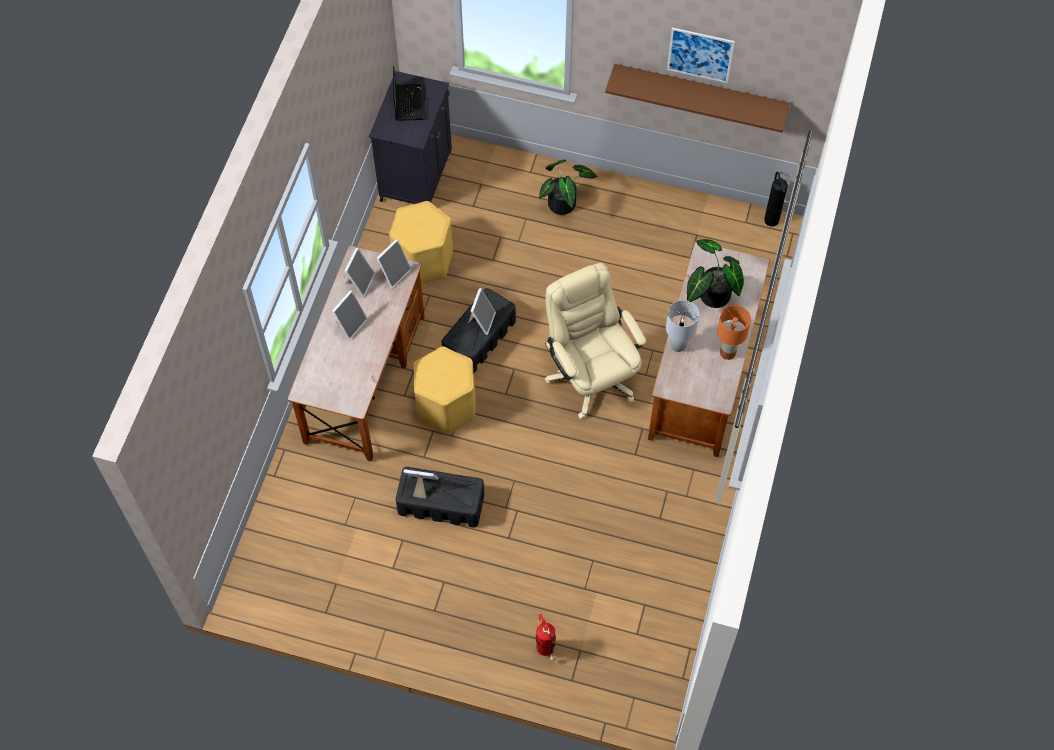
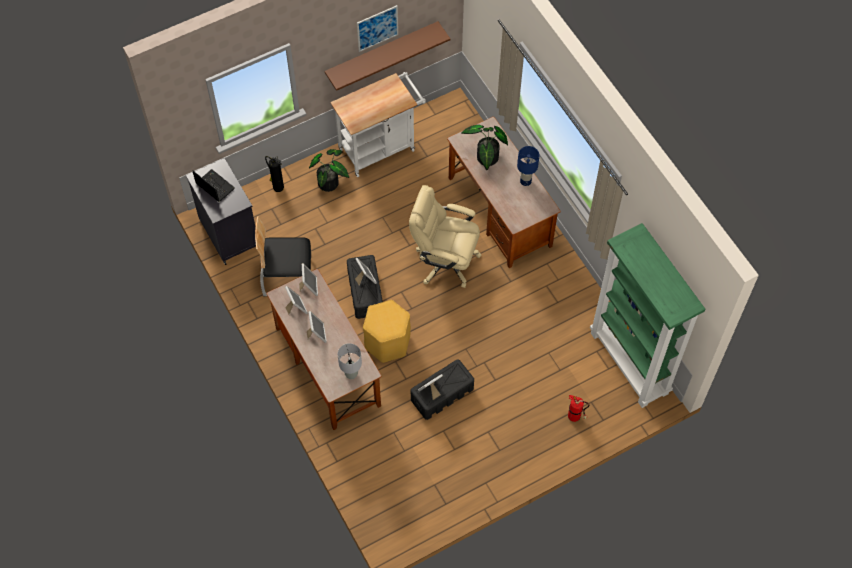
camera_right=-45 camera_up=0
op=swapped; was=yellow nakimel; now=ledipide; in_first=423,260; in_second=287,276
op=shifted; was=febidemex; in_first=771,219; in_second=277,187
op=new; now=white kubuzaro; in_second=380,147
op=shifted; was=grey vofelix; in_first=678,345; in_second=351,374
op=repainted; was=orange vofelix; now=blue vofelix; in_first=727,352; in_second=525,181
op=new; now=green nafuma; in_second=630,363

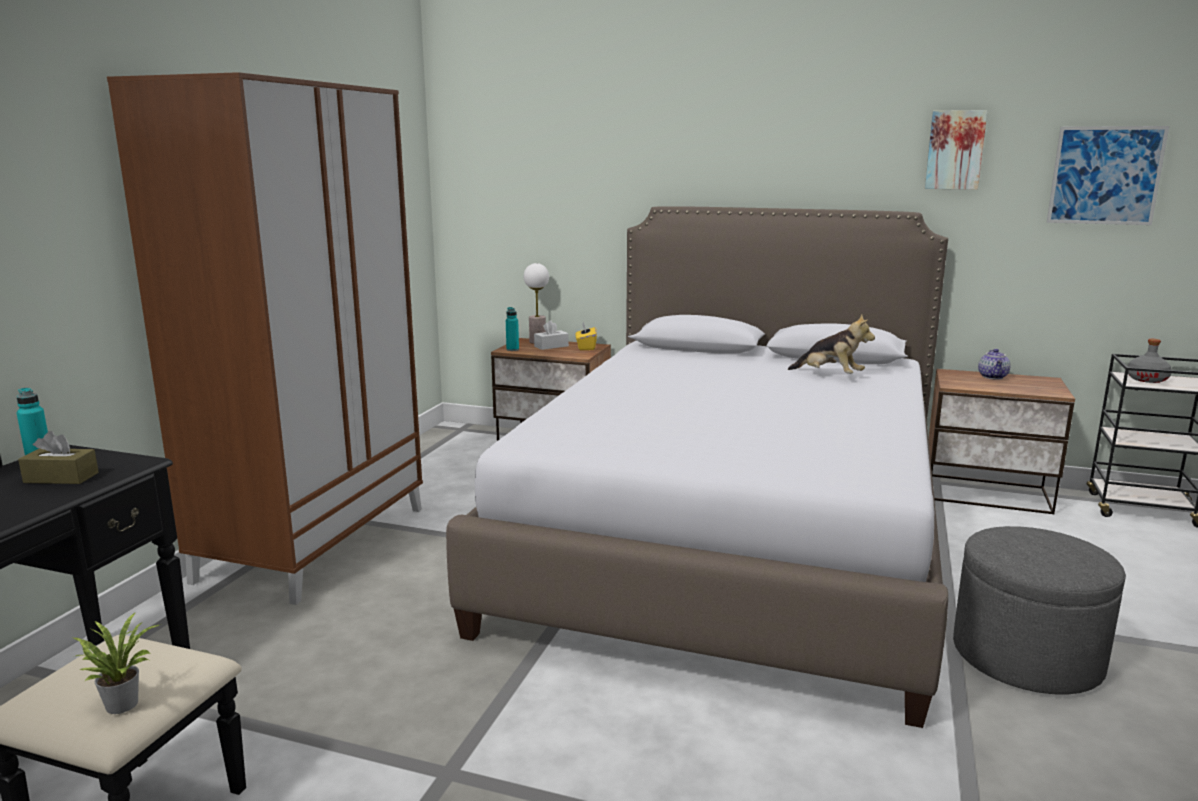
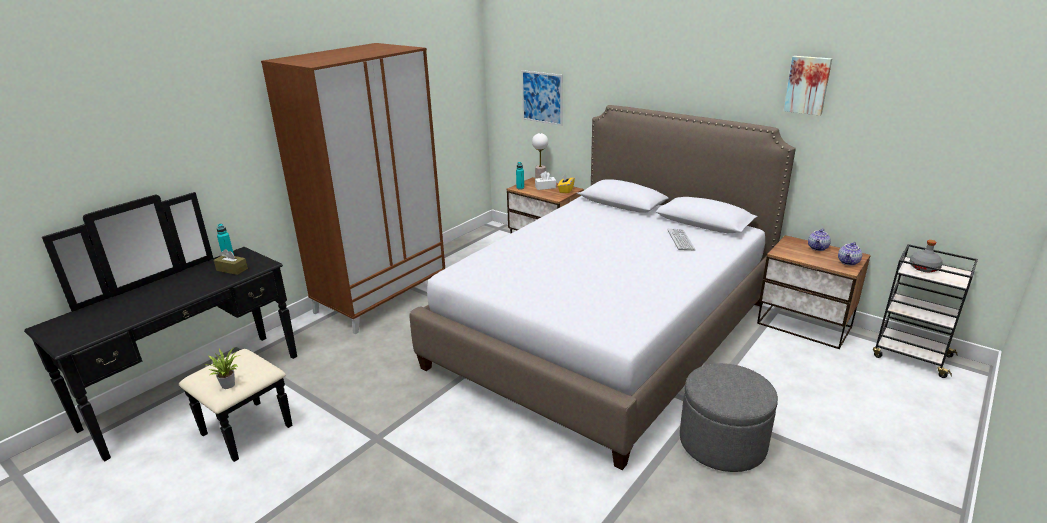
camera_right=20 camera_up=10
op=shifted; was=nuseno; in_first=1105,175; in_second=542,97
op=swapped; was=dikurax; now=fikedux; in_first=830,376; in_second=681,240
op=new; now=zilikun; in_second=848,262

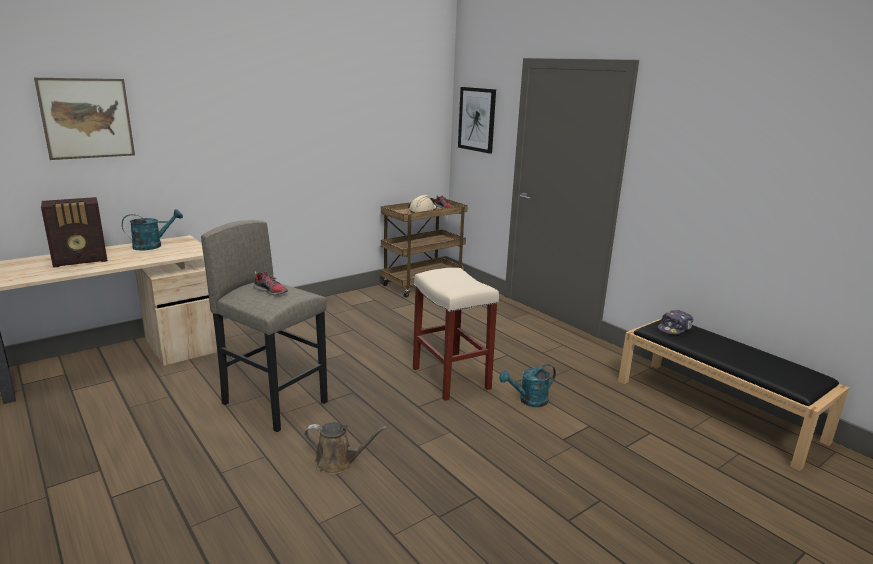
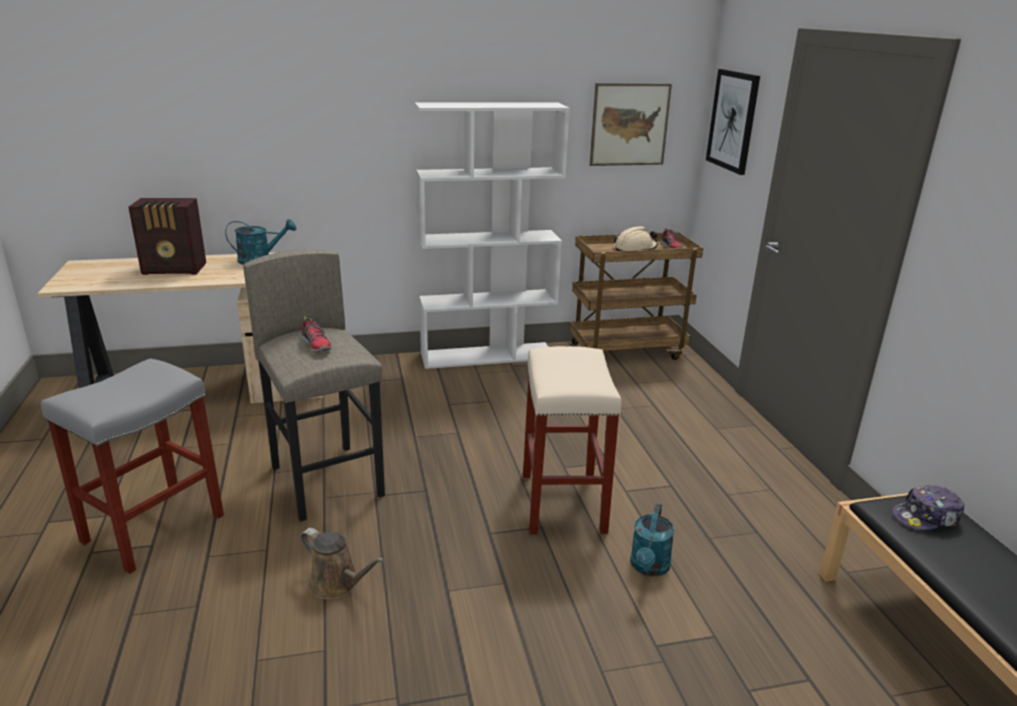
camera_right=25 camera_up=5
op=new; now=grey nakimel; in_second=154,527
op=new; now=white nafuma; in_second=488,355
op=shifted; was=nuseno; in_first=87,118; in_second=629,124
op=rotated; was=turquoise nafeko; in_first=528,401; in_second=649,568; clockwise=-75

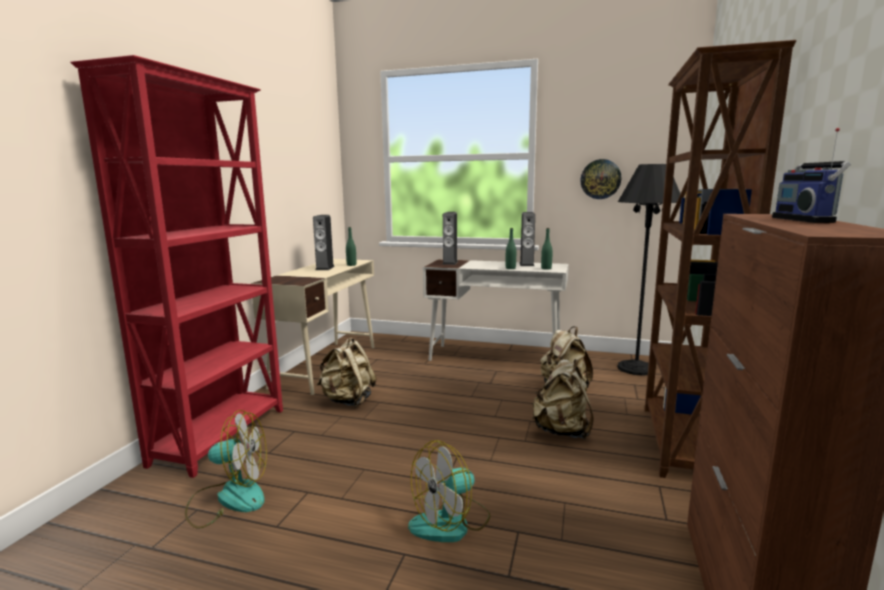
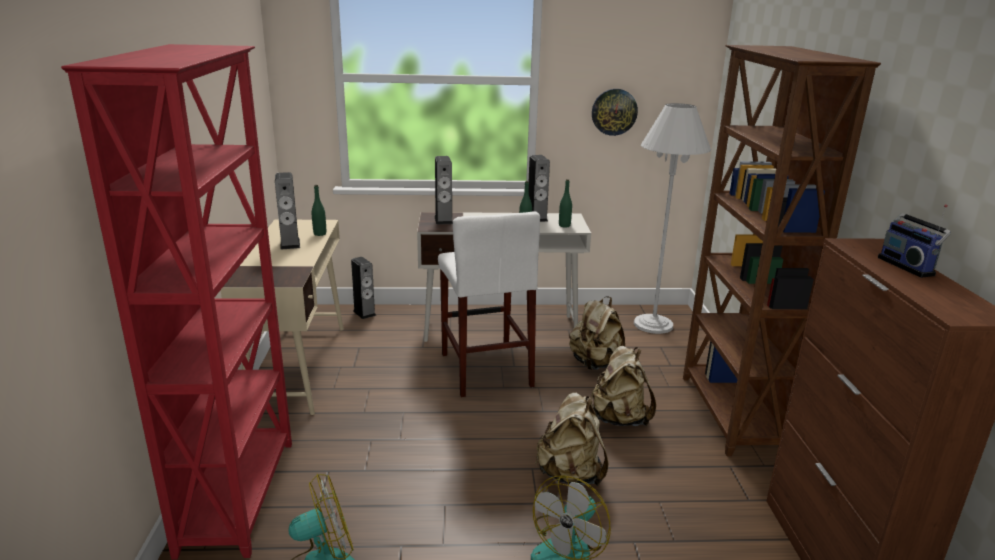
camera_right=-20 camera_up=10
op=new; now=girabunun; in_second=364,313
op=new; now=white nakimel; in_second=486,369
op=shifted; was=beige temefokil; in_first=348,400; in_second=570,474
op=repainted; was=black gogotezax; now=white gogotezax; in_first=636,368; in_second=653,324

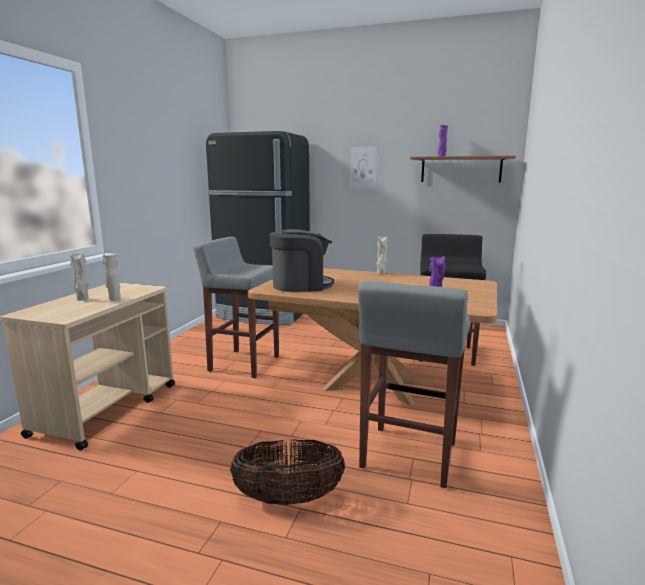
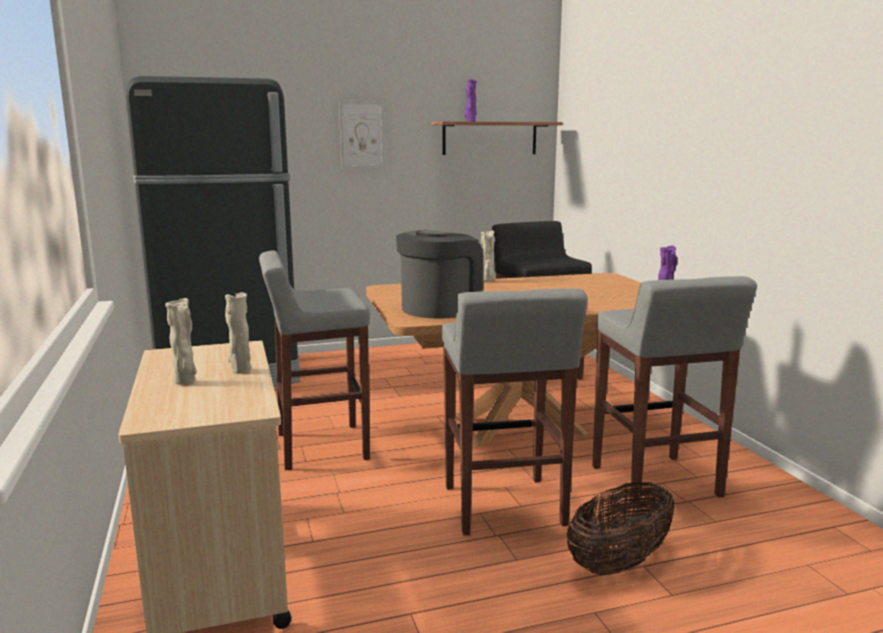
camera_right=-35 camera_up=0
op=new; now=grey nakimel; in_second=504,507

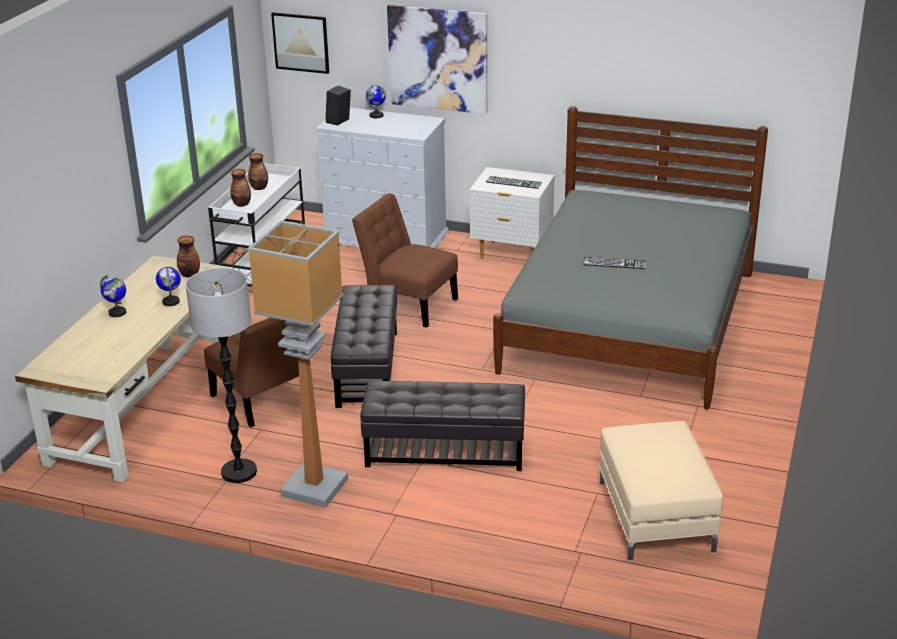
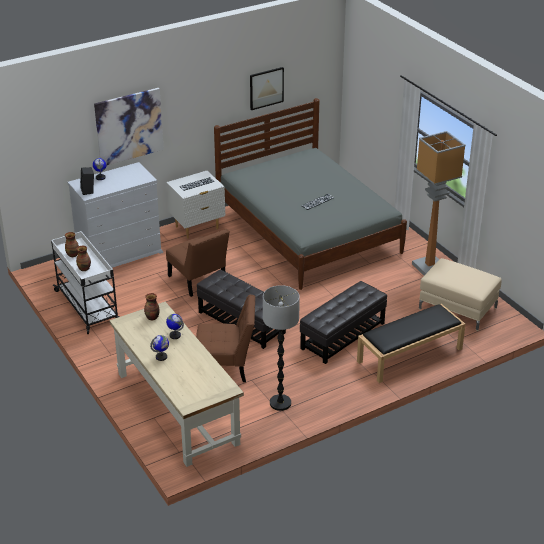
camera_right=-50 camera_up=5
op=rotated; was=brown ledipide; in_first=408,304; in_second=198,281; clockwise=-105
op=shifted; was=nuseno; in_first=301,42; in_second=266,88
op=new; now=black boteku; in_second=409,355
op=shifted; was=gogotezax; in_first=315,488; in_second=430,267

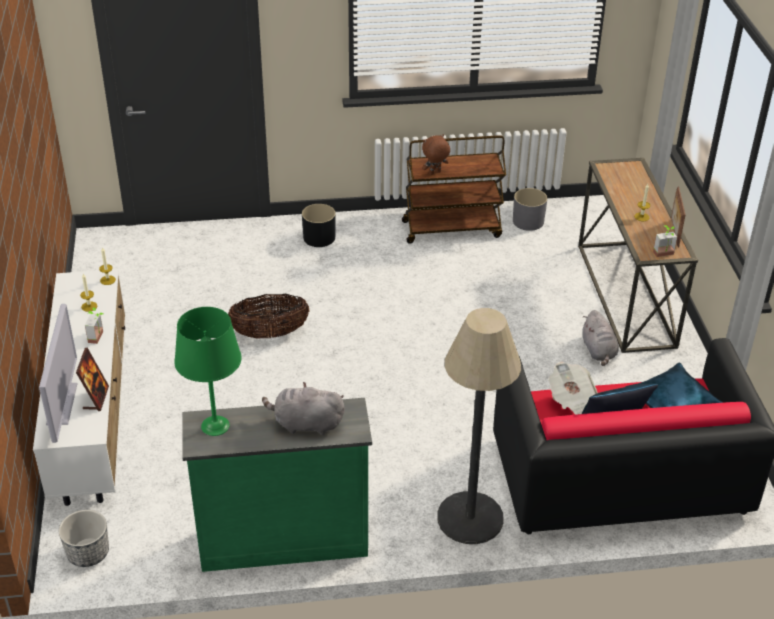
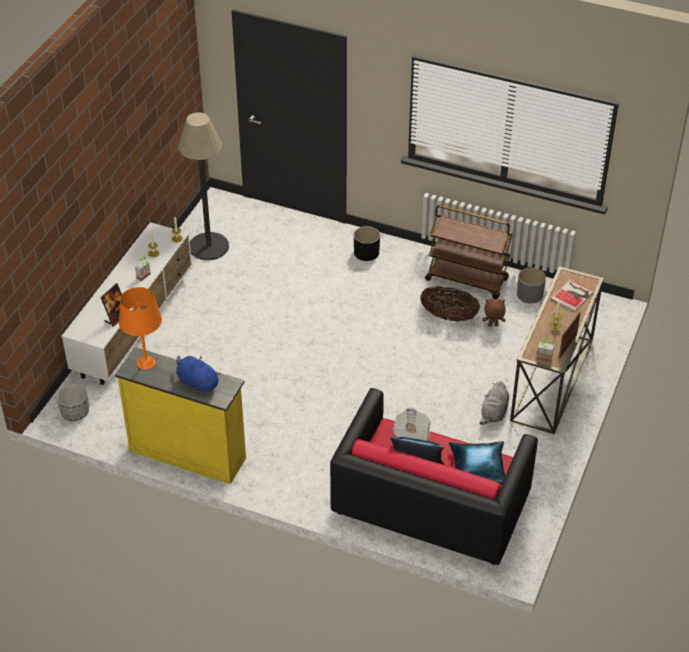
camera_right=30 camera_up=5
op=repainted; was=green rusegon; now=yellow rusegon; in_first=282,541; in_second=187,453
op=repainted; was=green vofelix; now=orange vofelix; in_first=215,425; in_second=146,362
op=repainted; was=grey dikurax; now=blue dikurax; in_first=305,424; in_second=196,382
op=shifted; was=gogotezax; in_first=470,518; in_second=208,246
op=shifted; was=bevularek; in_first=270,333; in_second=449,316
op=shifted; was=brown dikurax; in_first=435,173; in_second=493,325
op=new; now=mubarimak; in_second=573,295
op=gone; was=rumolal; in_first=62,403

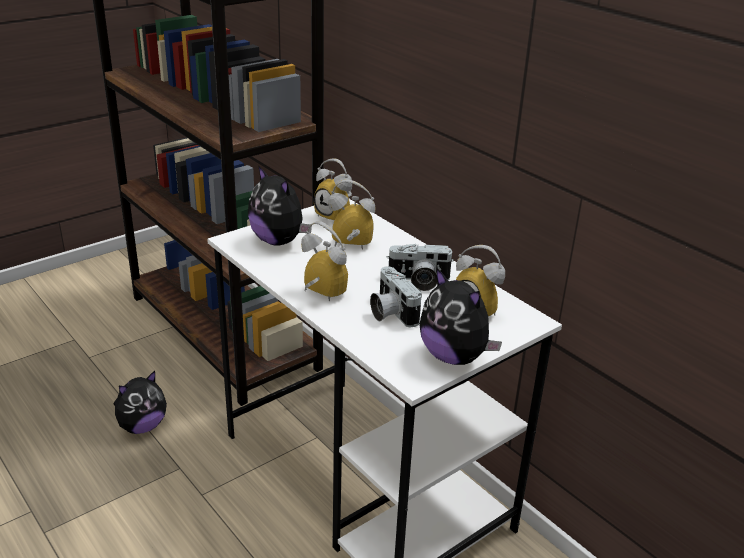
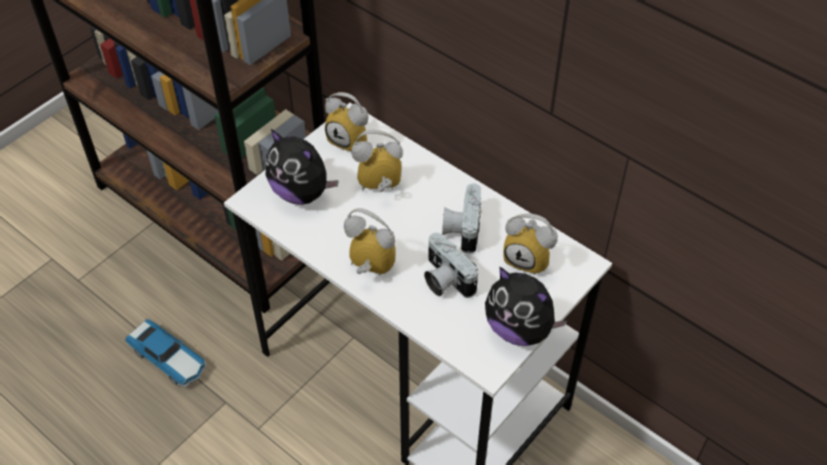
camera_right=-10 camera_up=20
op=swapped; was=dikurax; now=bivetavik; in_first=142,426; in_second=169,359
op=rotated; was=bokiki; in_first=418,281; in_second=461,227; clockwise=105

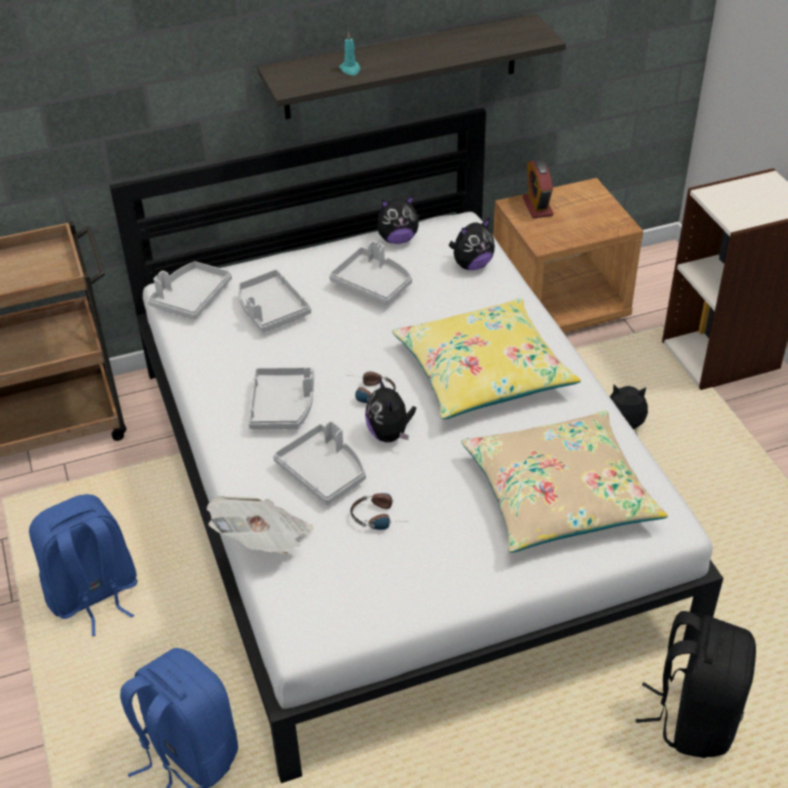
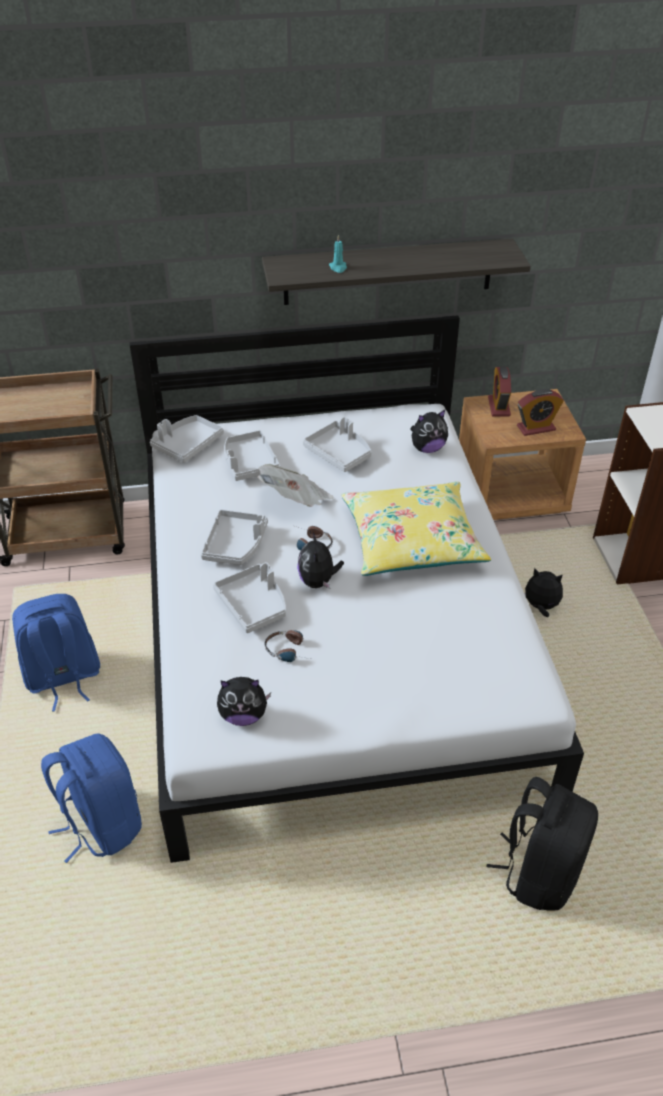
camera_right=10 camera_up=0
op=shifted; was=dikurax; in_first=397,239; in_second=243,715
op=shifted; was=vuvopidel; in_first=263,541; in_second=296,500
op=new; now=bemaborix; in_second=536,428
op=gone; was=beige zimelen; in_first=559,494

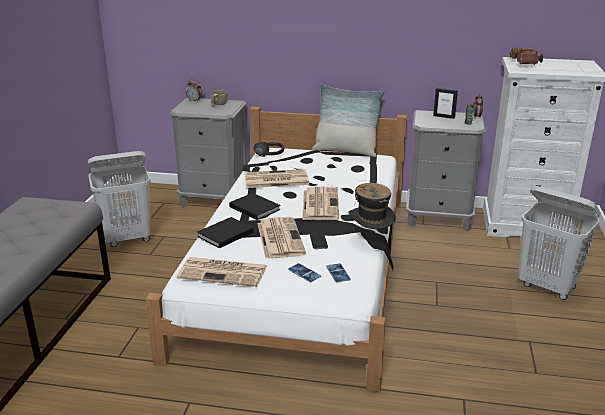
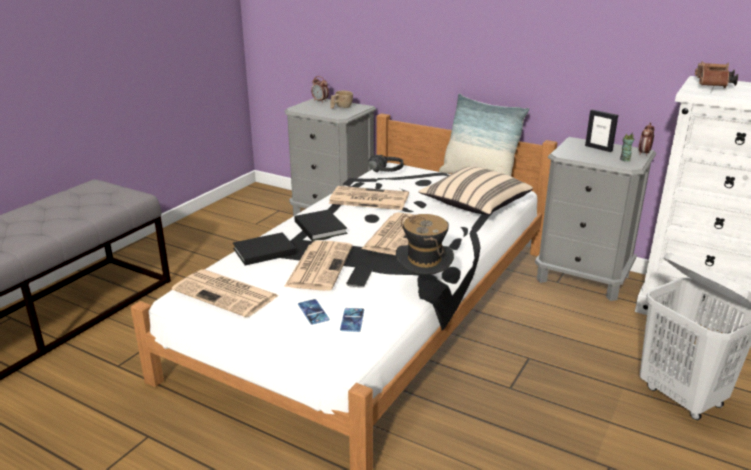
camera_right=20 camera_up=0
op=new; now=beige zimelen; in_second=474,206
op=gone; was=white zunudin; in_first=128,239

